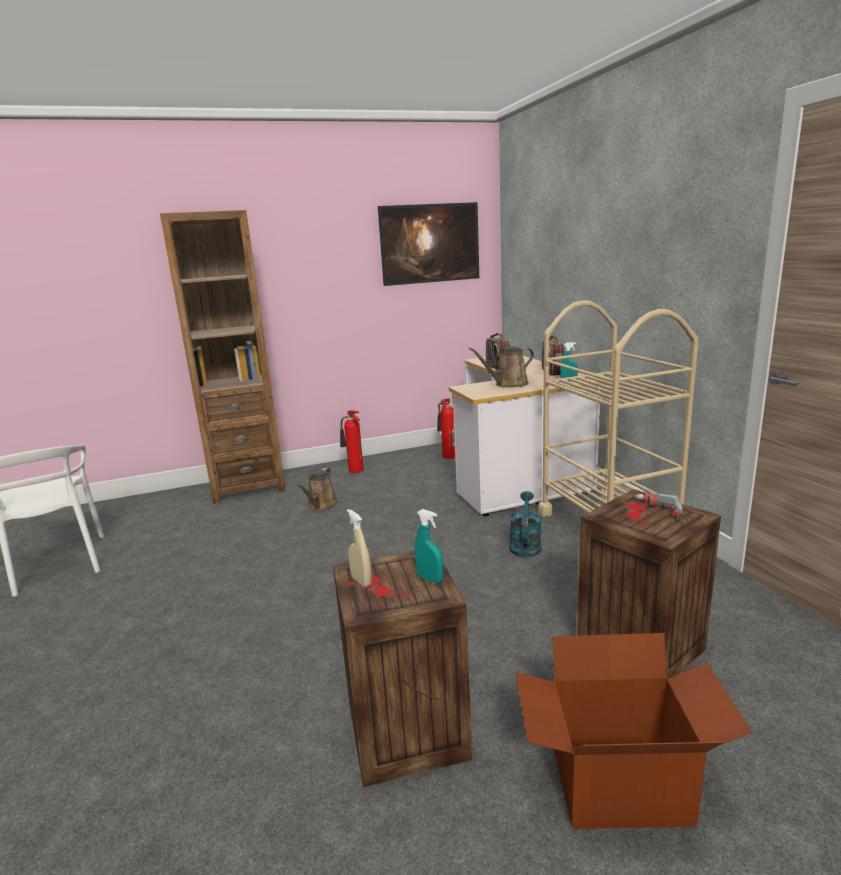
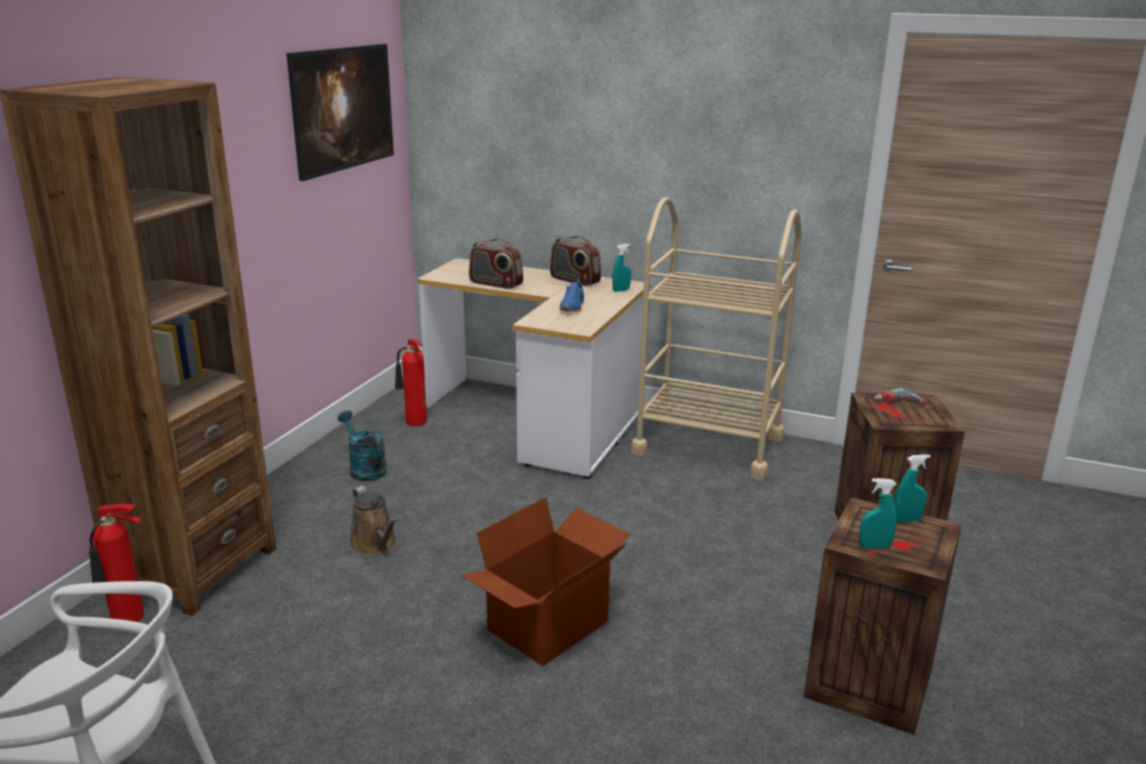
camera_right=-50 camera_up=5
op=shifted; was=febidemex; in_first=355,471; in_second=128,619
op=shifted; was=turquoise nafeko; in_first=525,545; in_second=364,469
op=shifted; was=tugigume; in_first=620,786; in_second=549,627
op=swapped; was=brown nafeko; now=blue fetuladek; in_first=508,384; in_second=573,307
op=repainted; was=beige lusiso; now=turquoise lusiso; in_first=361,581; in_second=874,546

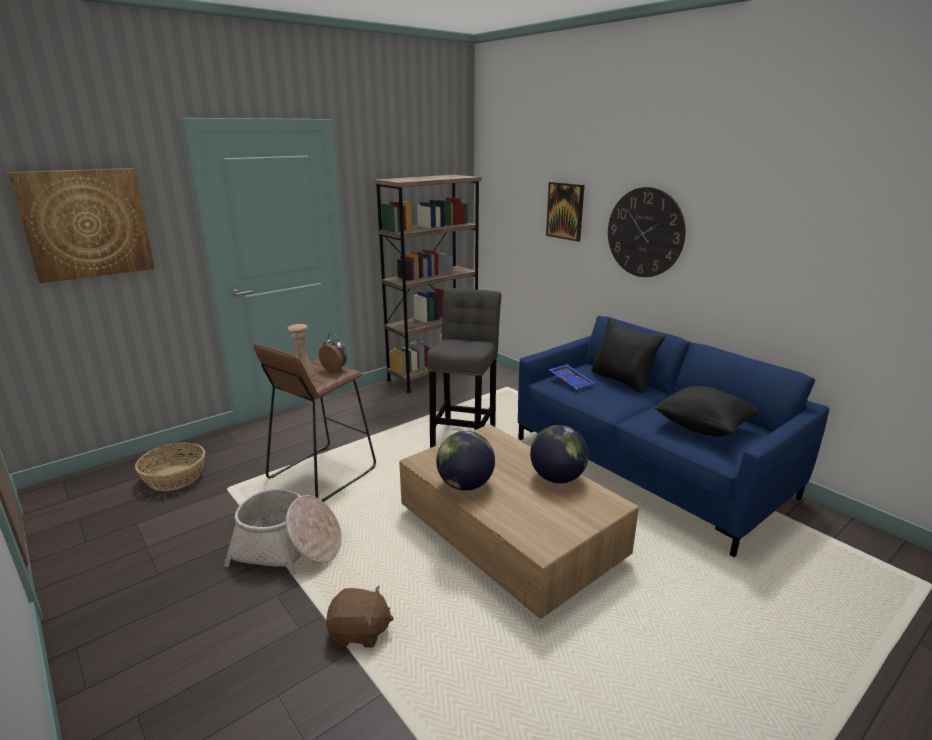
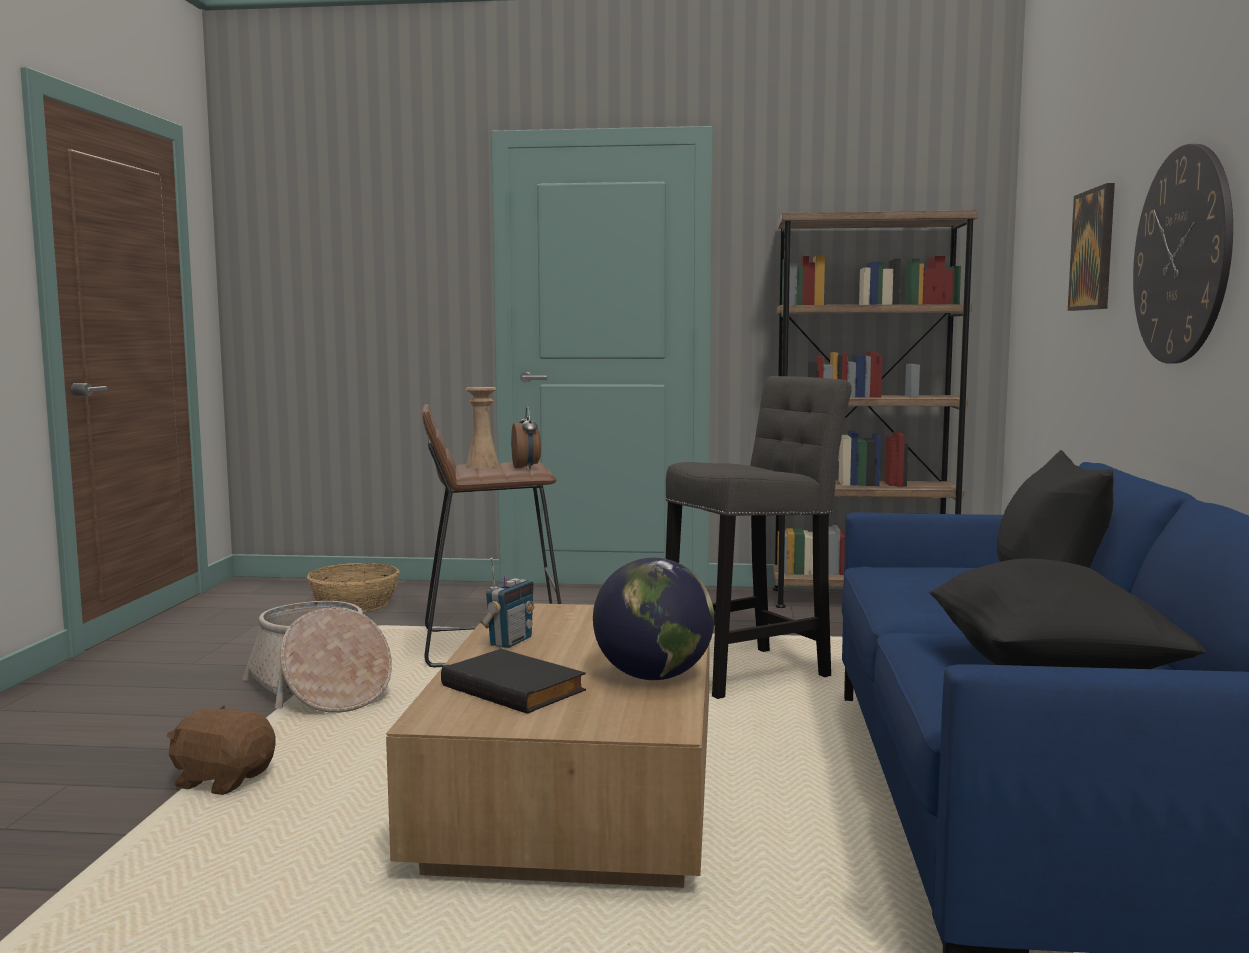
camera_right=45 camera_up=-15
op=rotated; was=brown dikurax; in_first=359,632; in_second=223,780; clockwise=150
op=new; now=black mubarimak; in_second=516,688
op=swapped; was=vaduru; now=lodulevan; in_first=465,485; in_second=510,641
op=gone; was=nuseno; in_first=86,224
op=gone; was=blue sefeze; in_first=571,382

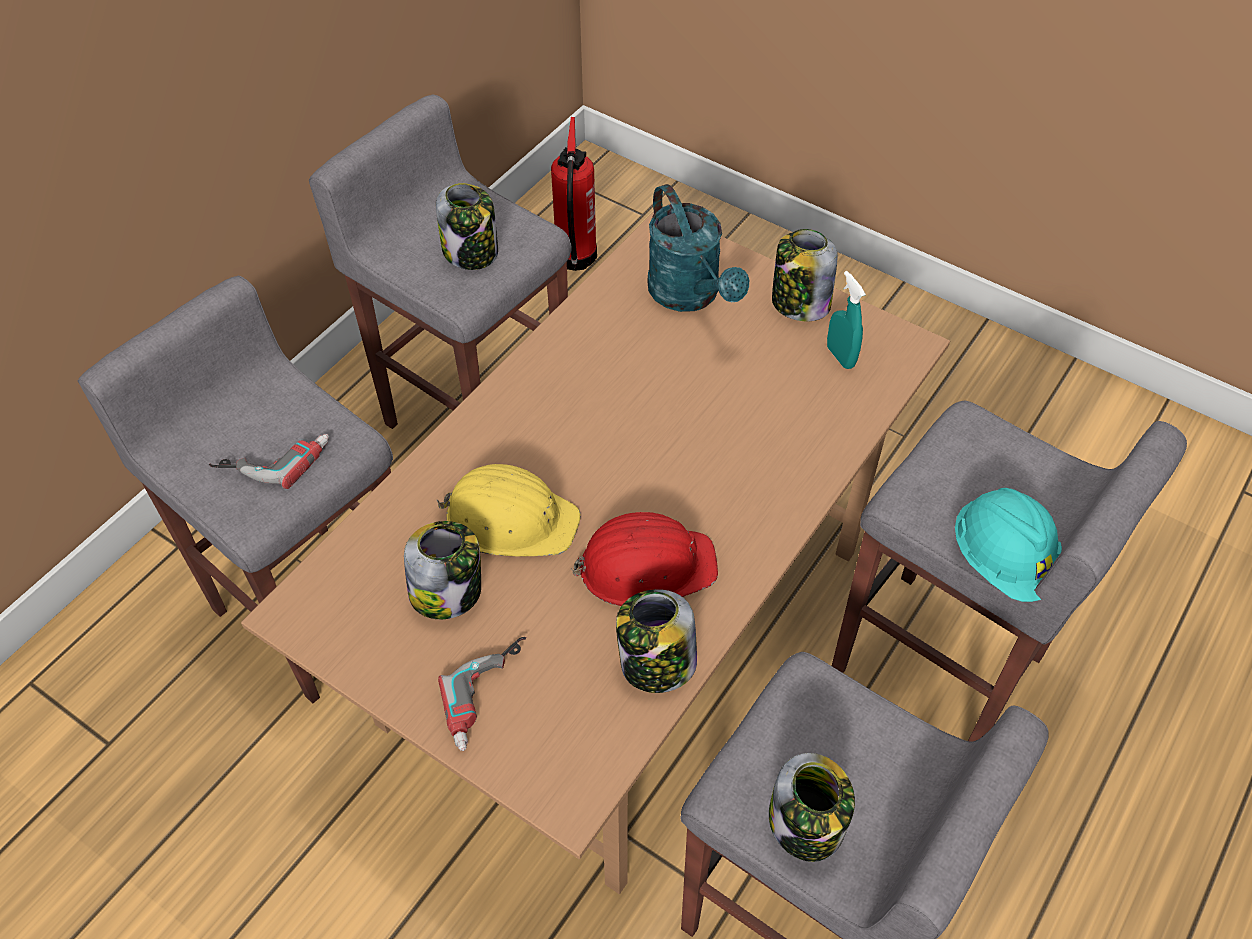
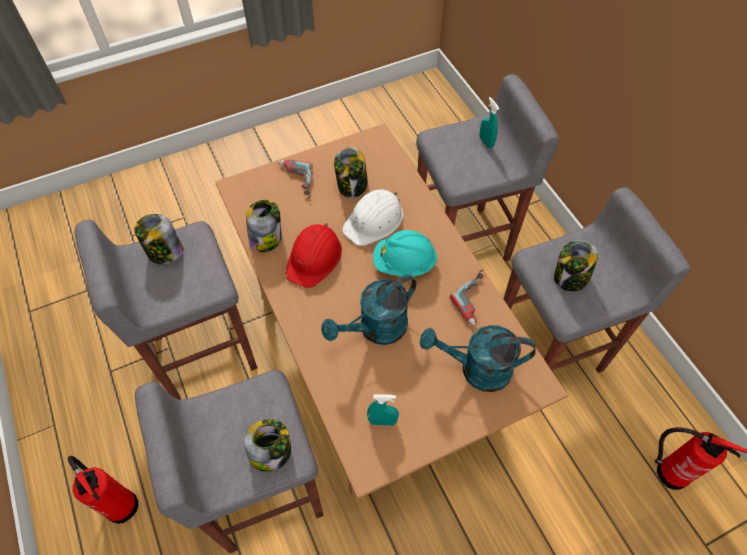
camera_right=120 camera_up=5
op=new; now=febidemex; in_second=120,503
op=shifted; was=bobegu; in_first=799,303; in_second=271,452
op=new; now=turquoise nafeko; in_second=376,329
op=repainted; was=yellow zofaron; now=white zofaron; in_first=510,519; in_second=374,221
op=shifted; was=turquoise zofaron; in_first=1004,561; in_second=404,263
op=shifted; was=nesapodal; in_first=273,456; in_second=476,300
op=new; now=turquoise lusiso; in_second=486,142

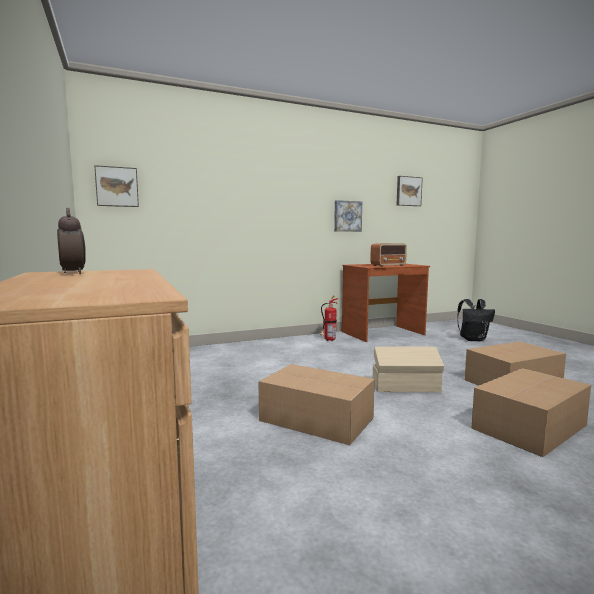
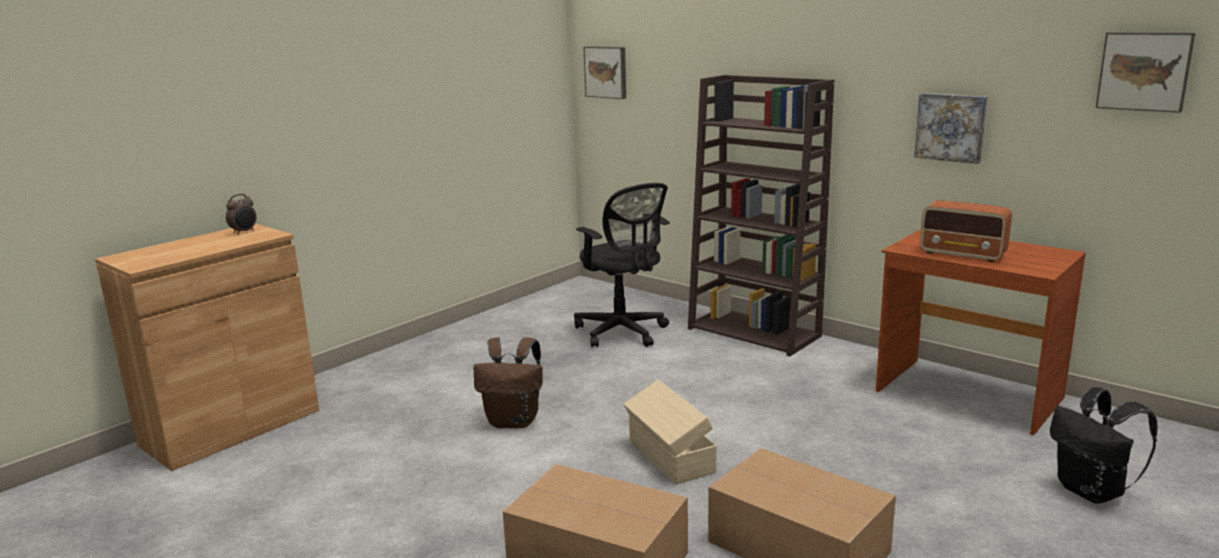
camera_right=65 camera_up=10
op=swapped; was=tugigume; now=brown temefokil; in_first=315,418; in_second=514,421
op=new; now=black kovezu; in_second=623,333
op=new; now=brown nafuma; in_second=755,332
op=gone; was=febidemex; in_first=328,340

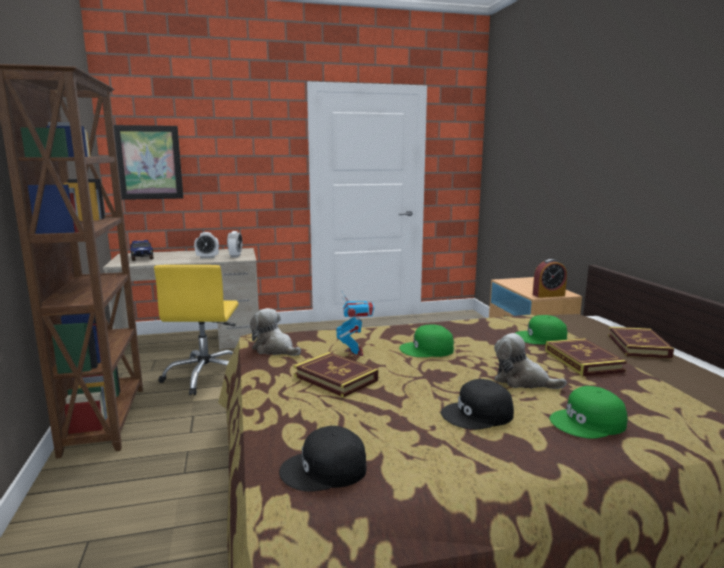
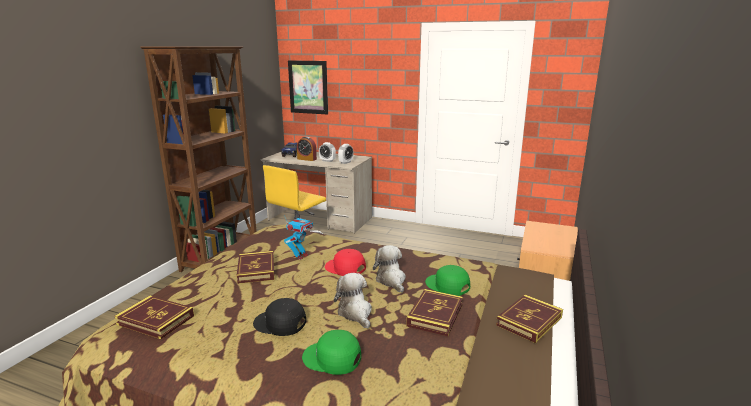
camera_right=35 camera_up=5
op=swapped; was=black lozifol; now=mubarimak; in_first=325,470; in_second=155,320
op=shifted; was=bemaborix; in_first=548,295; in_second=307,159
op=repainted; was=green lozifol; now=red lozifol; in_first=427,349; in_second=345,268
op=shifted; was=dikurax; in_first=275,349; in_second=391,280

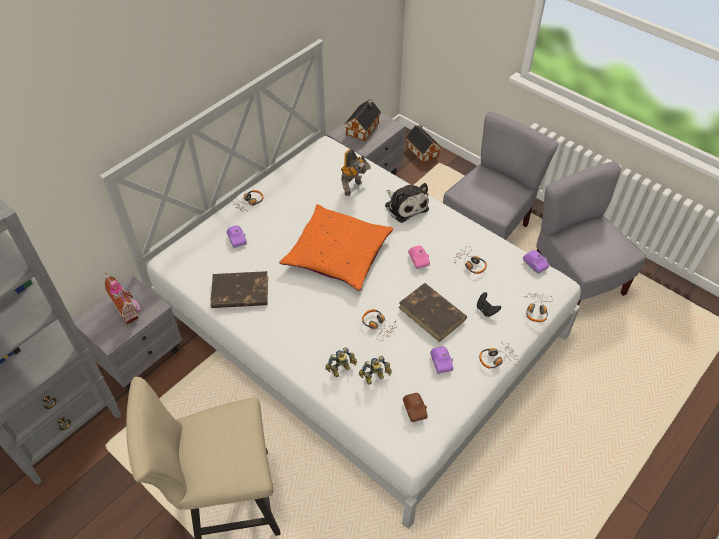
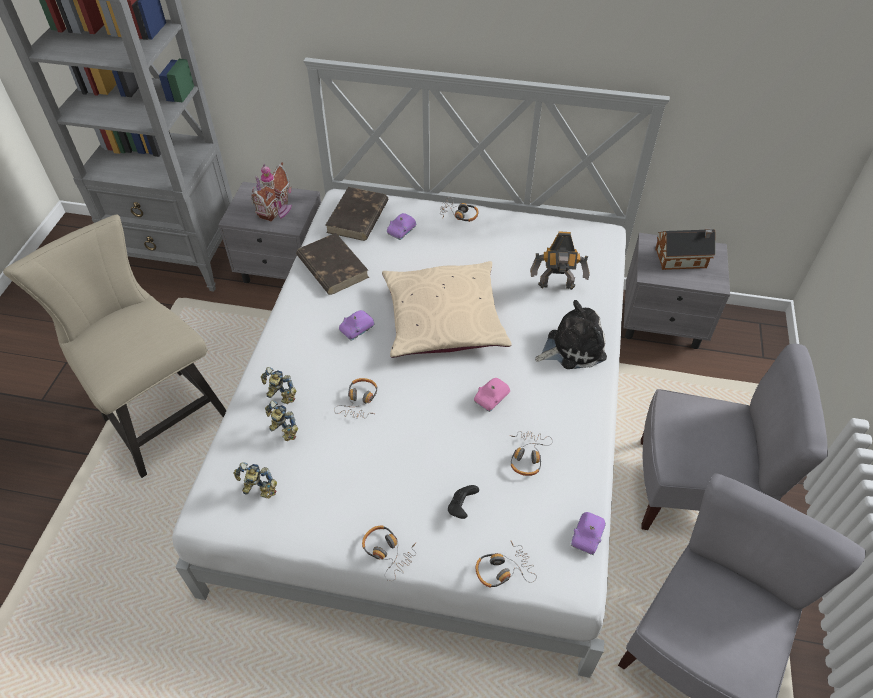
camera_right=60 camera_up=0
op=swapped; was=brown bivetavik; now=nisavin; in_first=415,410; in_second=257,491
op=shifted; was=brown mubarimak; in_first=432,314; in_second=357,217
op=shifted; was=purple bivetavik; in_first=441,362; in_second=357,329
op=repainted; was=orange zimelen; now=beige zimelen; in_first=337,254; in_second=443,319
op=rotated; was=dikurax; in_first=405,206; in_second=572,347; clockwise=-135
op=gone; was=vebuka; in_first=422,150

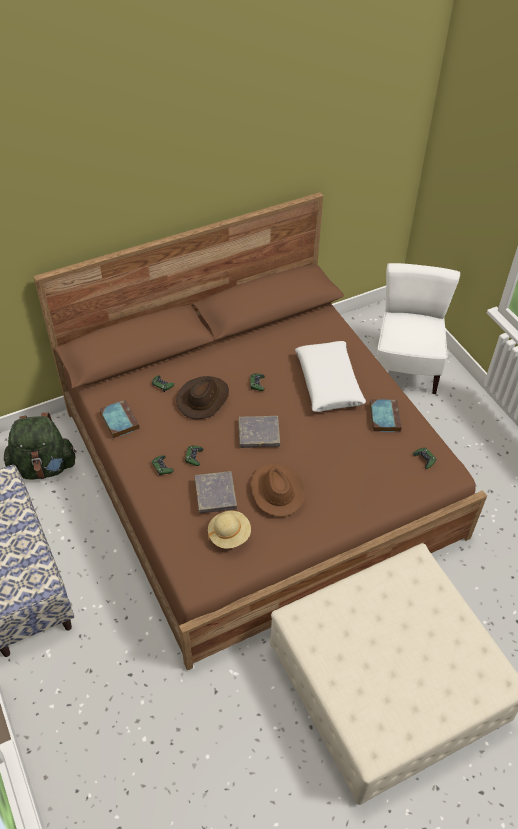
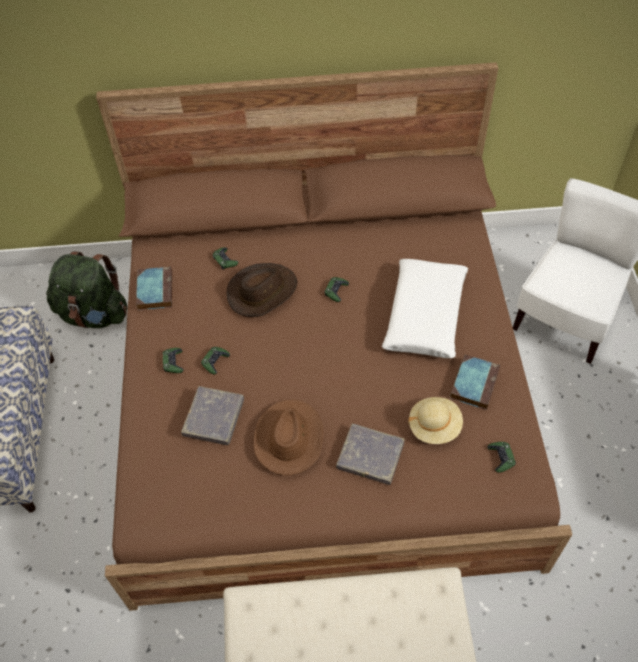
camera_right=25 camera_up=5
op=shifted; was=grey mubarimak; in_first=259,434; in_second=370,456
op=shifted; was=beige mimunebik; in_first=229,535; in_second=434,426

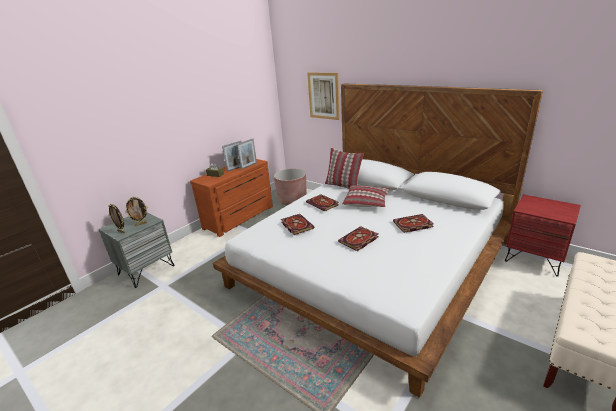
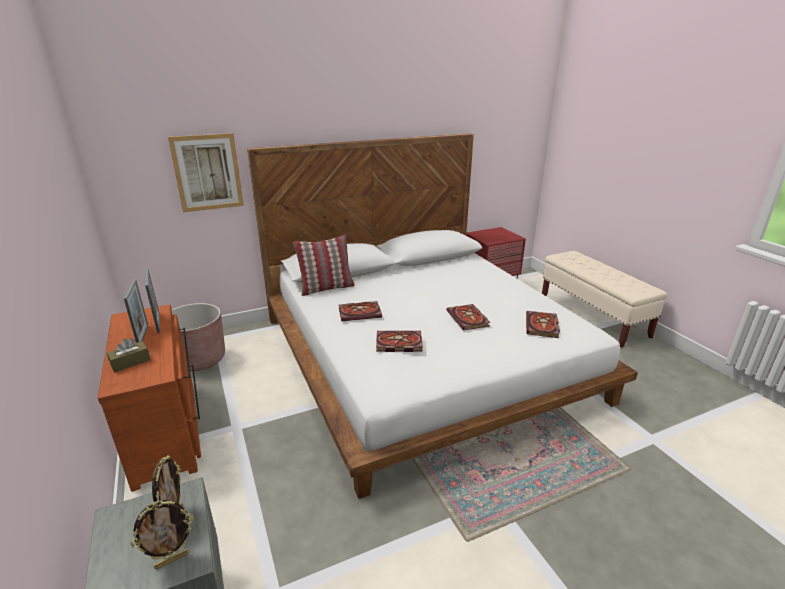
camera_right=-65 camera_up=0
op=shifted; was=mubarimak; in_first=412,225; in_second=542,326
op=gone; was=zimelen; in_first=366,202

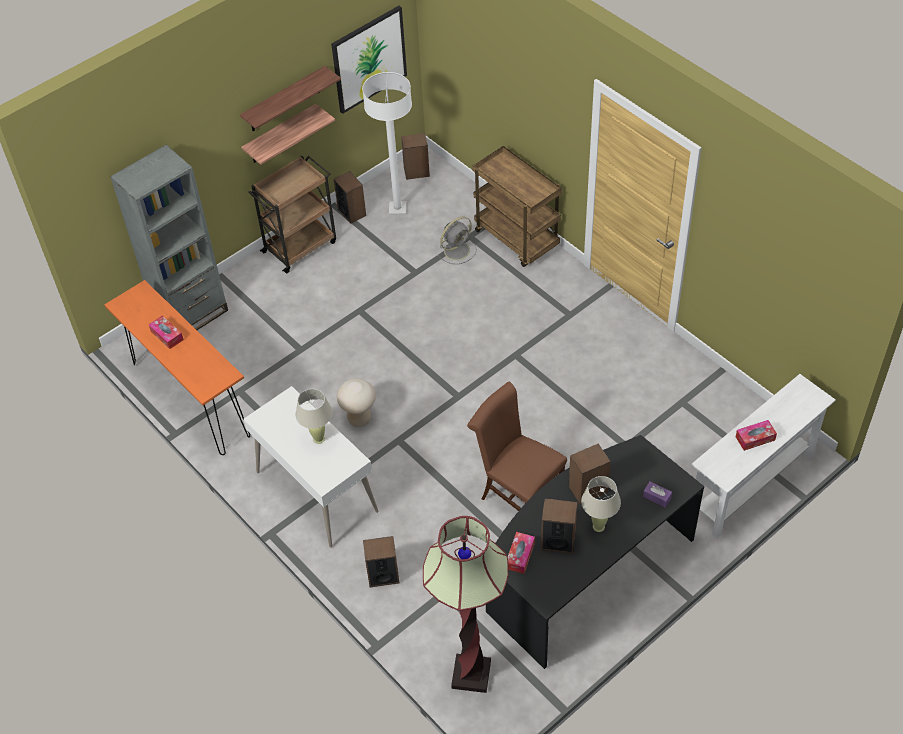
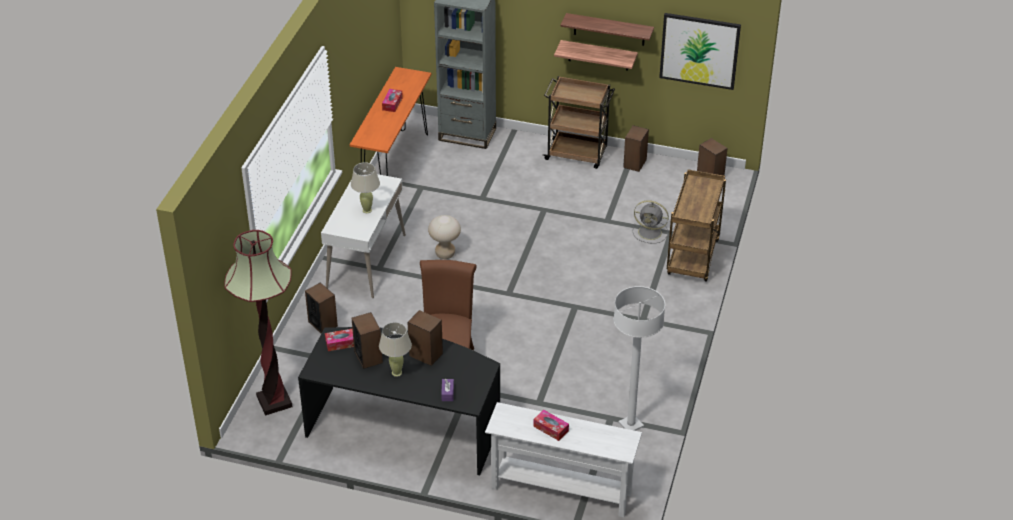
camera_right=55 camera_up=-10
op=shifted; was=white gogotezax; in_first=397,209; in_second=631,424

